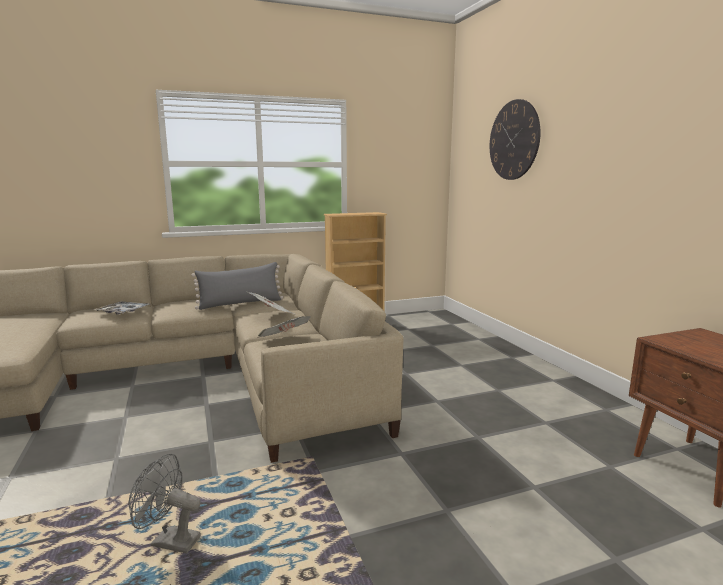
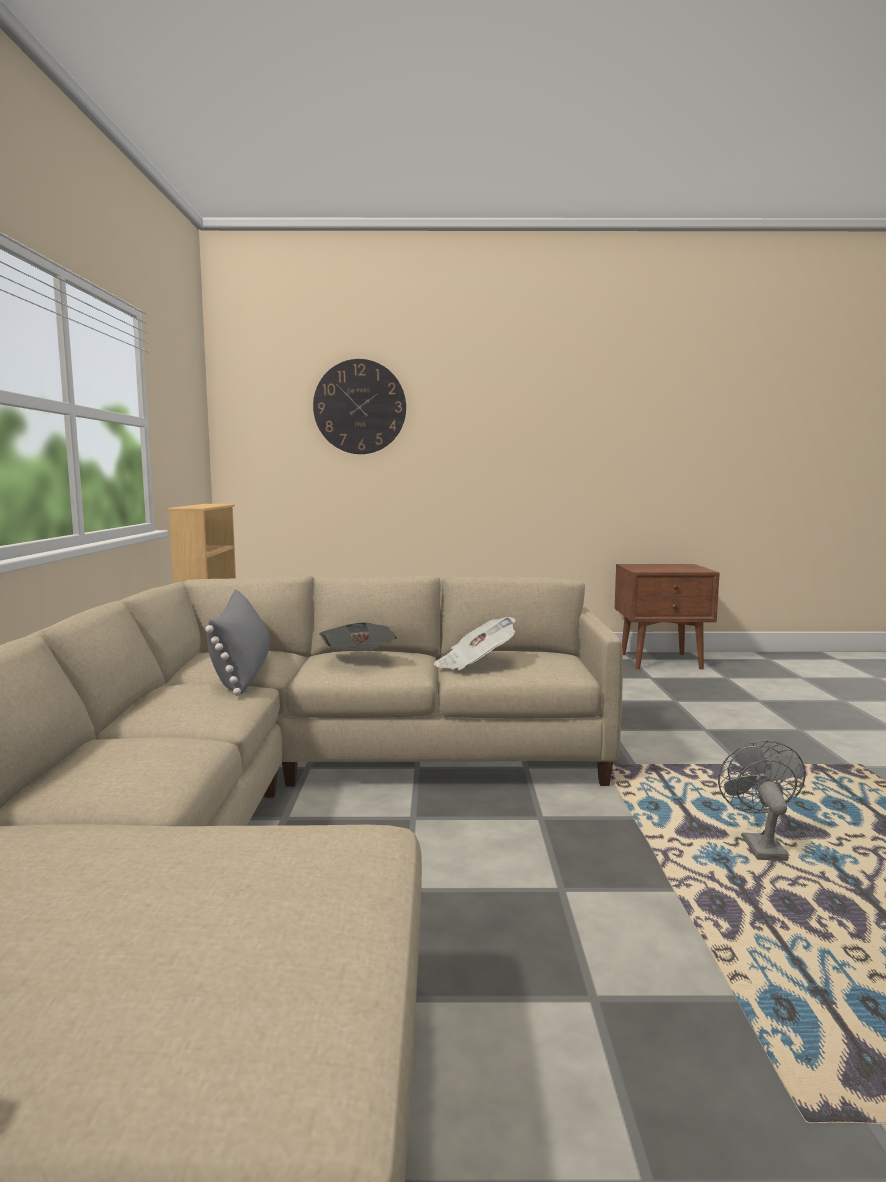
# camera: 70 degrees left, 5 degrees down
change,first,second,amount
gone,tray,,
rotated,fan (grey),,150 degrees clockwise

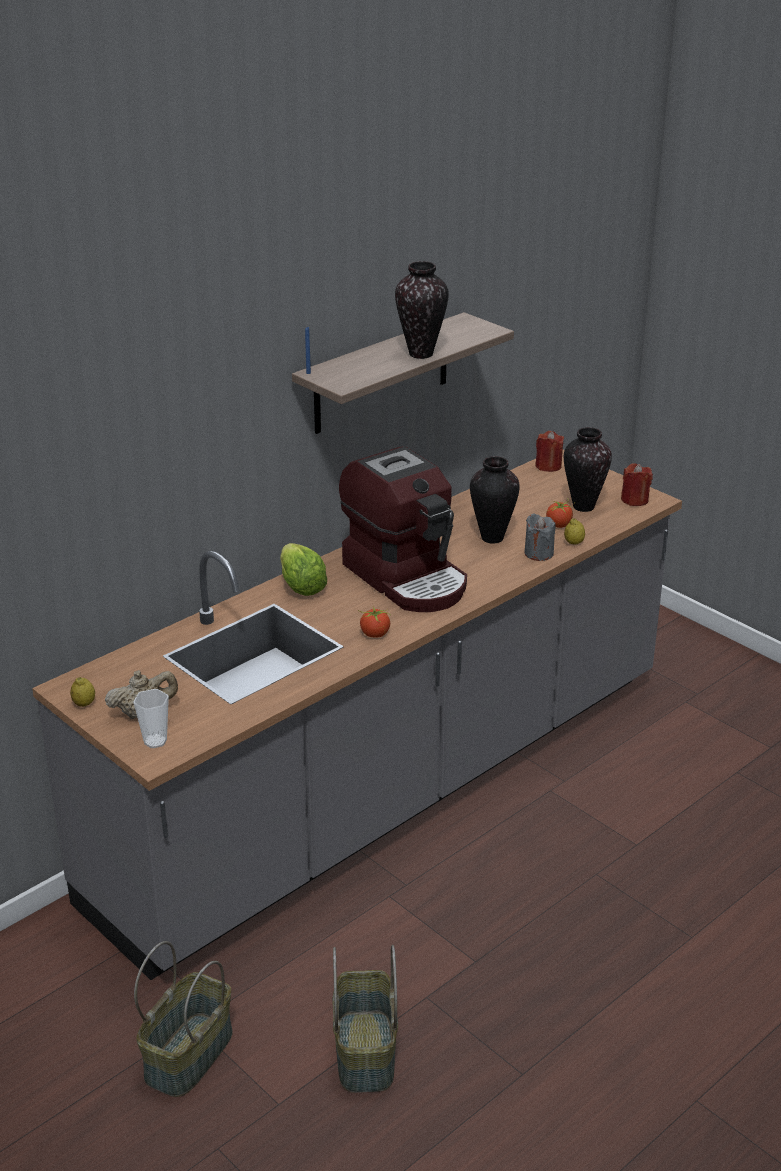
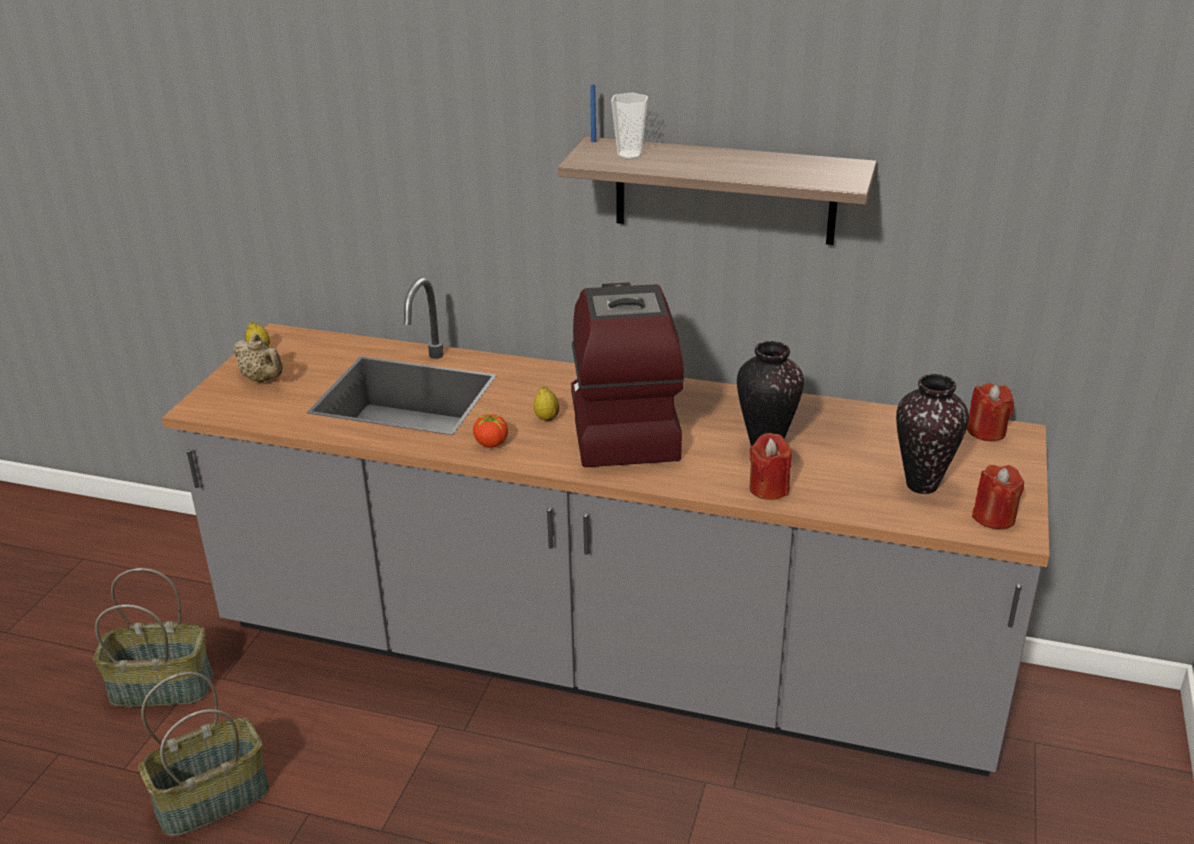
# camera: 60 degrees right, 0 degrees up
change,first,second,amount
shifted,cup,,
gone,lettuce,,
rotated,coffee machine,,150 degrees clockwise
gone,vase (no. 1 from left),,
repainted,candle (grey),candle (red) (no. 1 from left),
gone,tomato (no. 2 from left),,
shifted,lemon (no. 2 from left),,

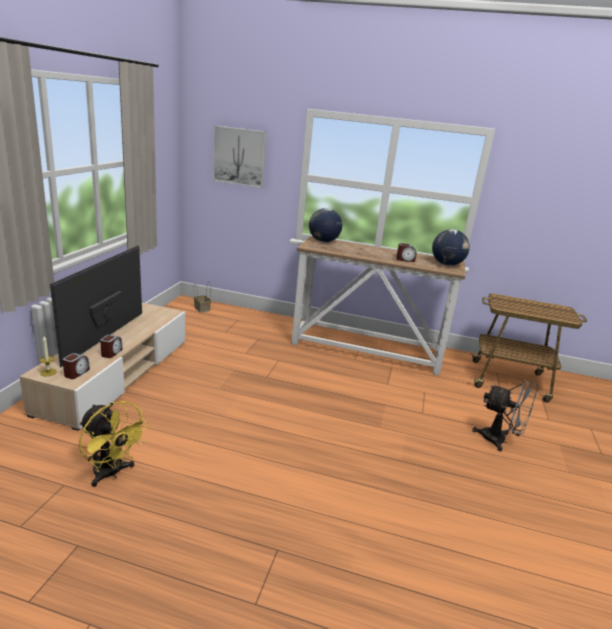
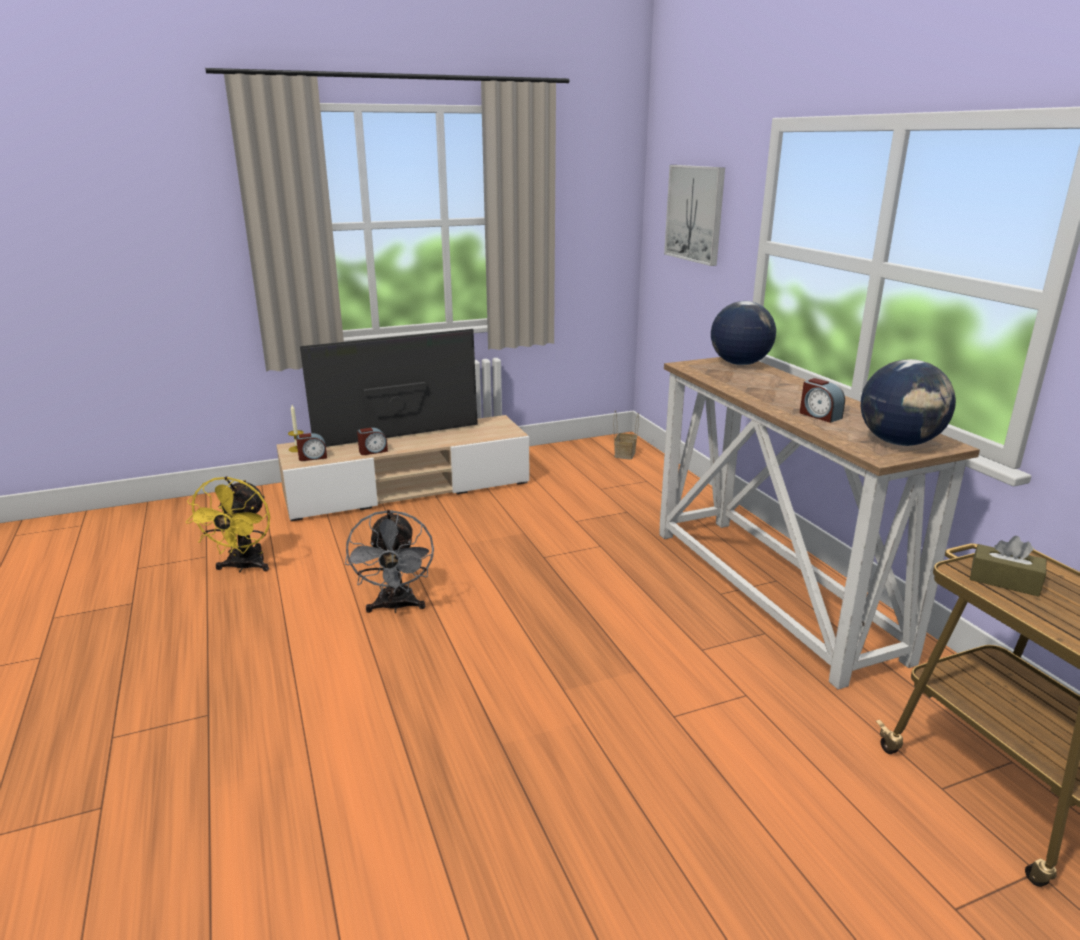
# camera: 55 degrees right, 0 degrees up
change,first,second,amount
shifted,fan (grey),,
new,,tissue box (brown),

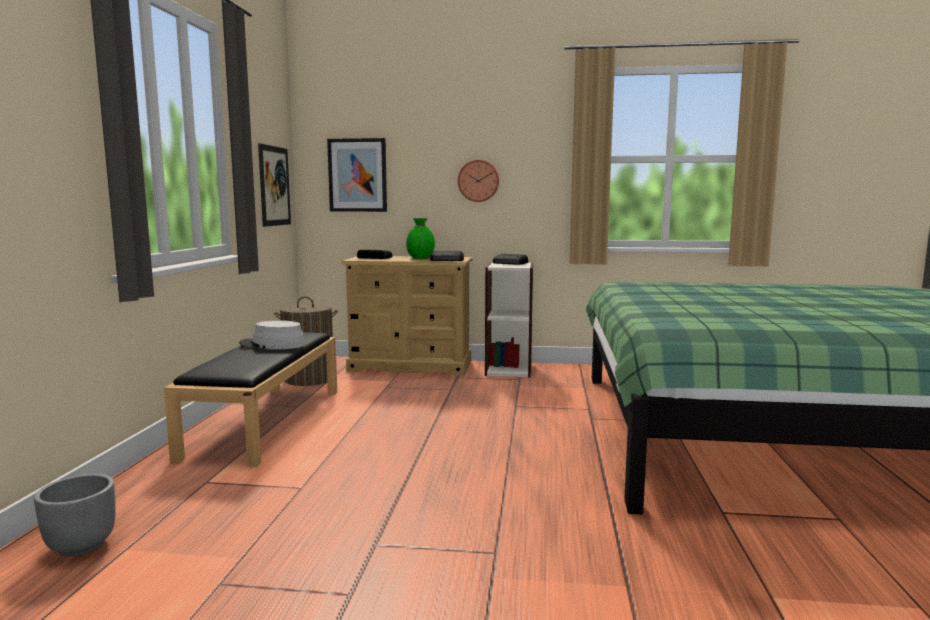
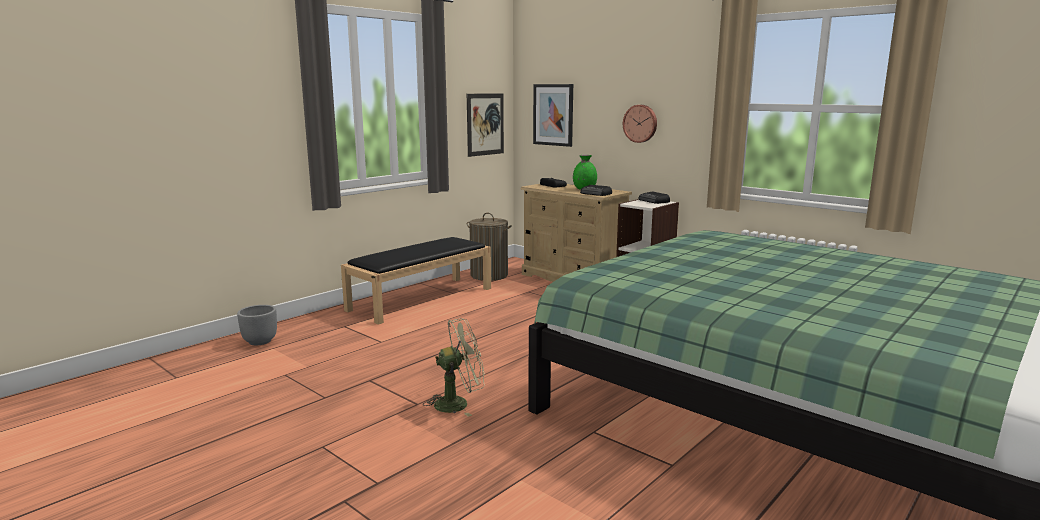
# camera: 35 degrees right, 5 degrees up
change,first,second,amount
gone,hat (grey),,
new,,fan (green),

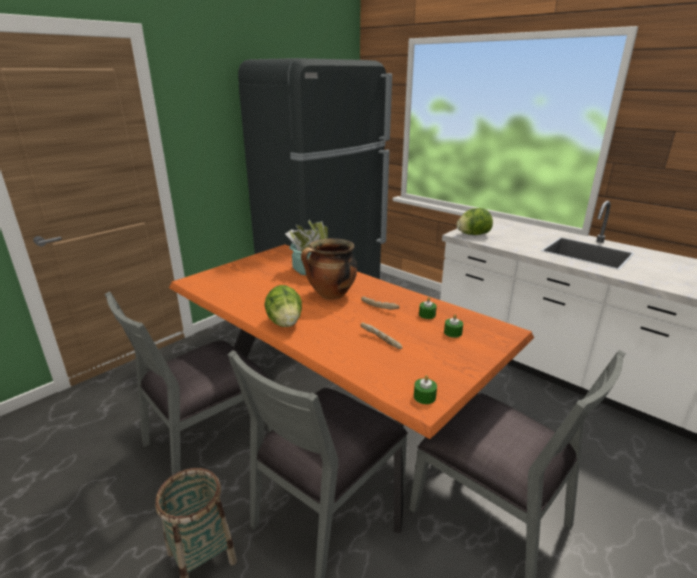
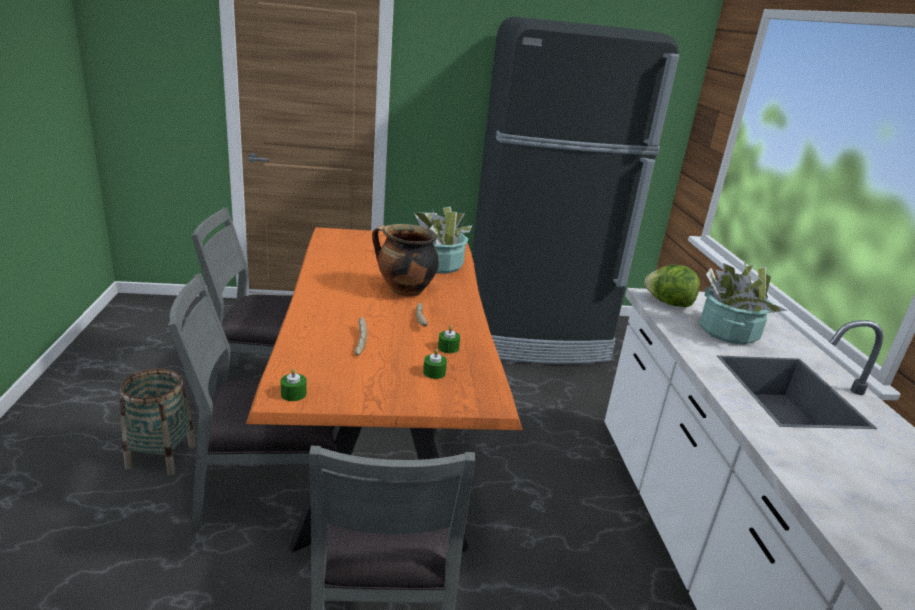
# camera: 40 degrees right, 0 degrees up
change,first,second,amount
gone,lettuce (no. 1 from left),,
new,,potted plant (no. 2 from left),

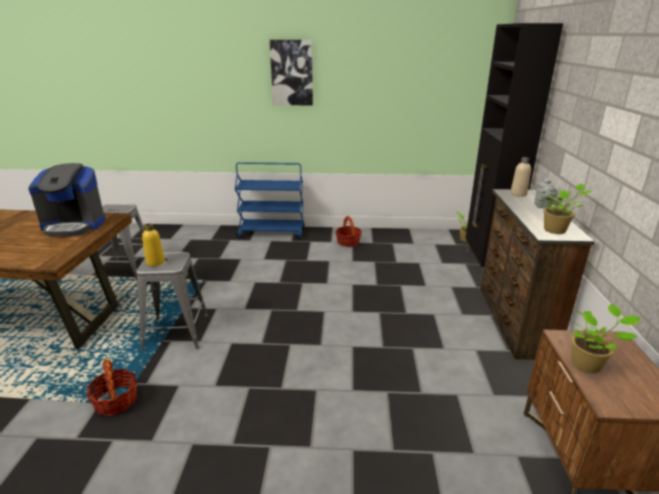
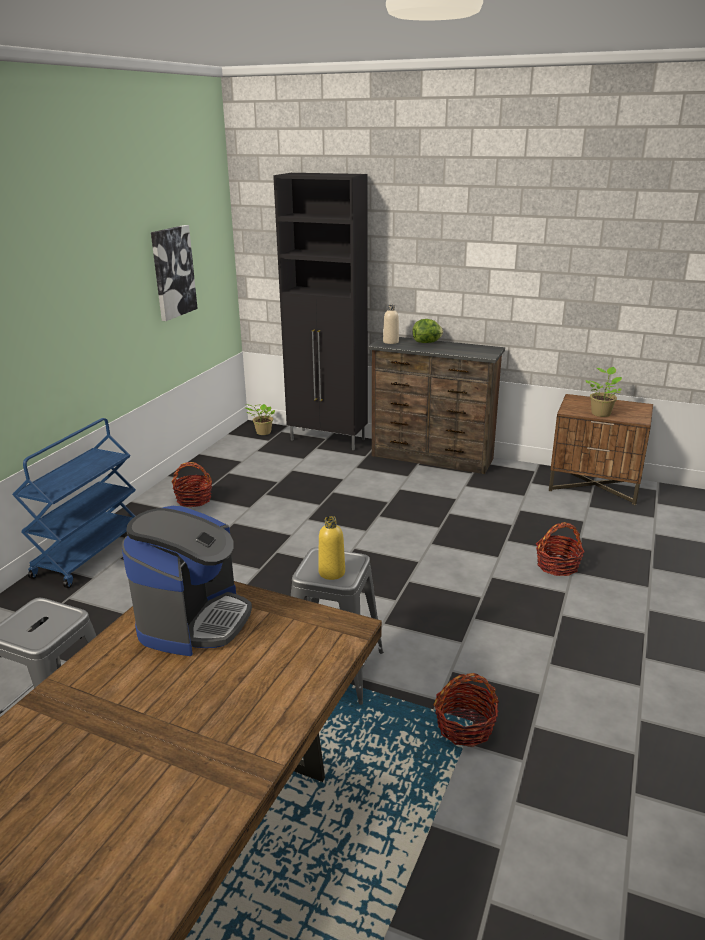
# camera: 70 degrees left, 0 degrees up
change,first,second,amount
shifted,picture,,
swapped,teapot (grey),lettuce,
gone,potted plant (no. 2 from left),,
new,,basket (no. 3 from left),

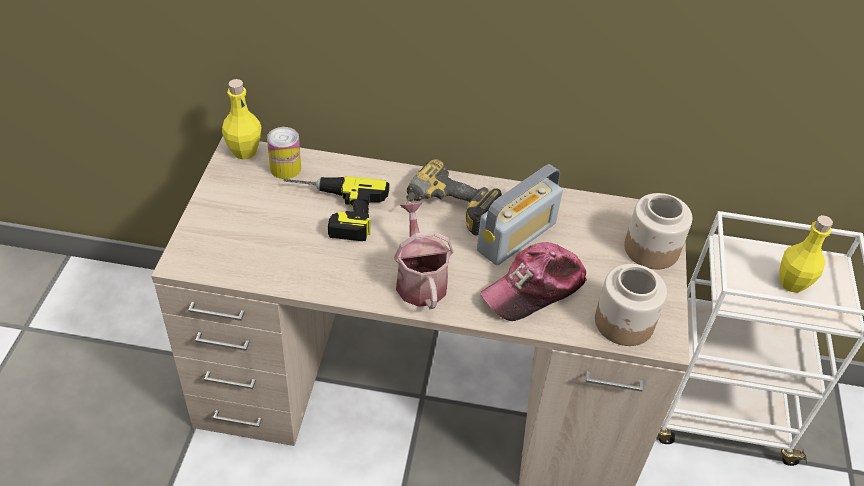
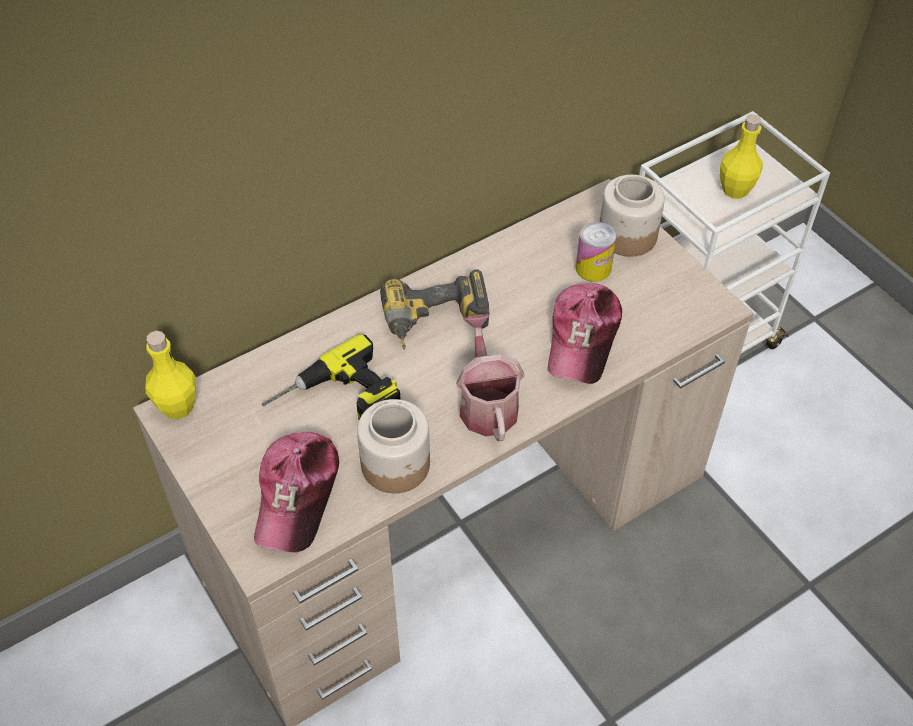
# camera: 40 degrees left, 5 degrees up
change,first,second,amount
shifted,can,,
rotated,watering can,,45 degrees clockwise
gone,radio,,
shifted,jar (no. 1 from left),,
new,,cap (no. 1 from left),

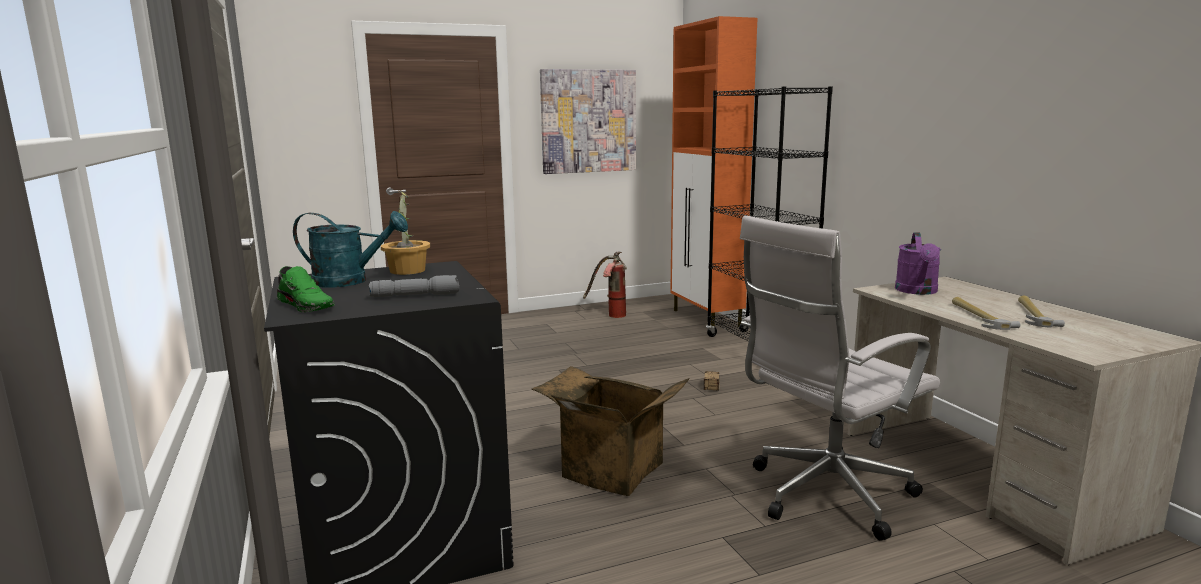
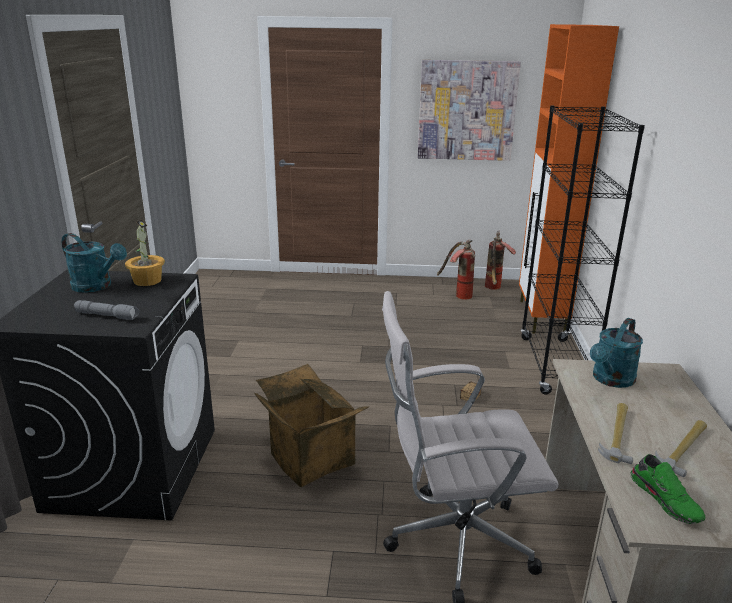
# camera: 25 degrees right, 10 degrees up
change,first,second,amount
shifted,shoe (green),,
repainted,watering can (purple),watering can (turquoise) (no. 2 from left),
new,,fire extinguisher (no. 2 from left),

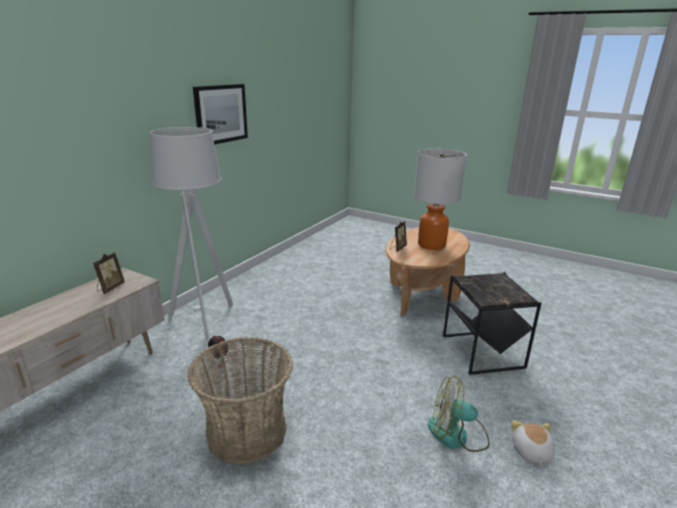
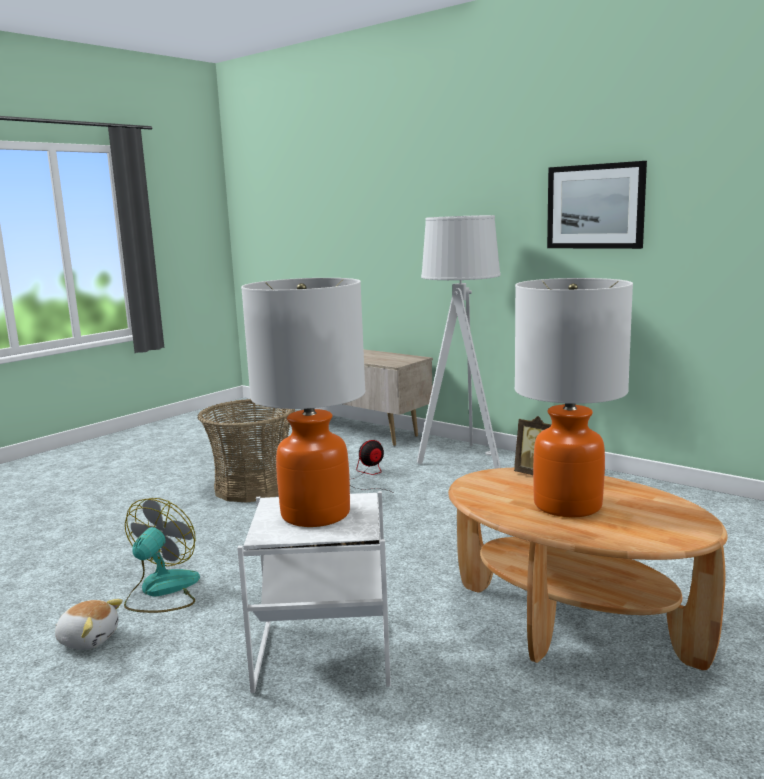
# camera: 100 degrees right, 10 degrees down
change,first,second,amount
gone,picture frame (no. 1 from left),,
repainted,side table (black),side table (white),
new,,table lamp (no. 1 from left),

